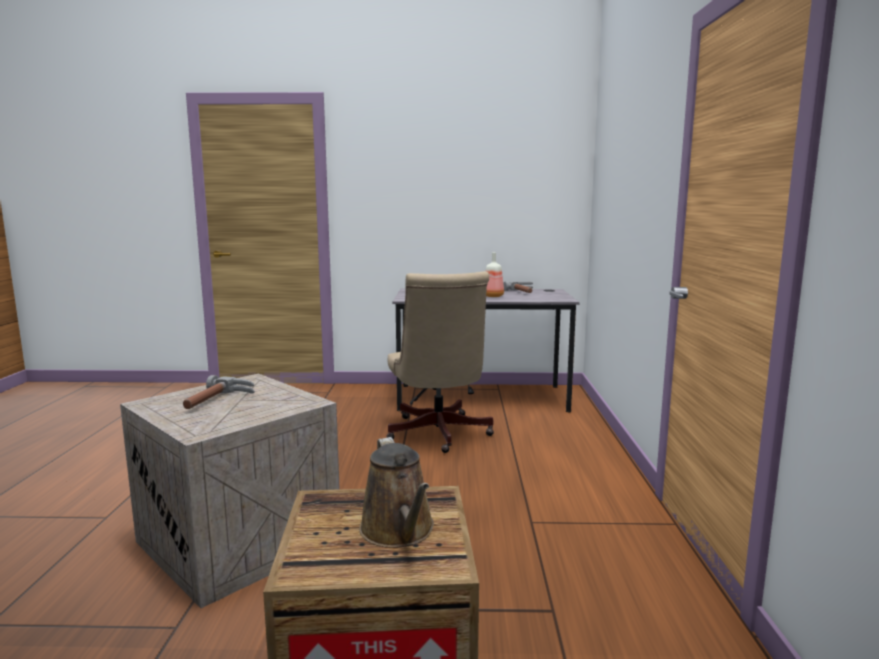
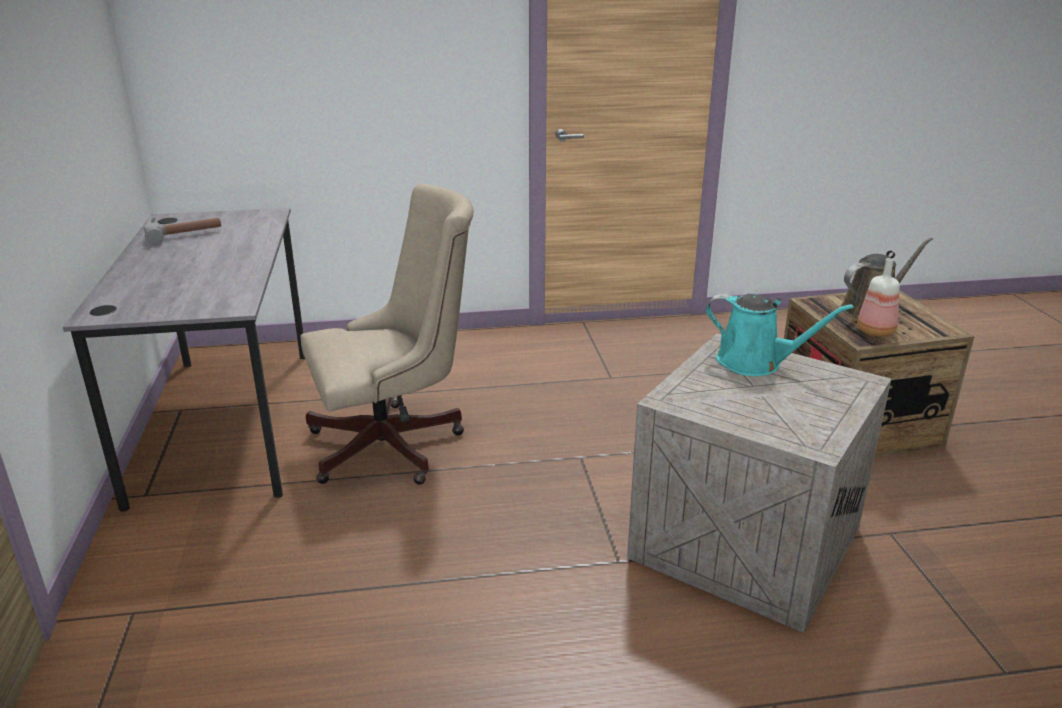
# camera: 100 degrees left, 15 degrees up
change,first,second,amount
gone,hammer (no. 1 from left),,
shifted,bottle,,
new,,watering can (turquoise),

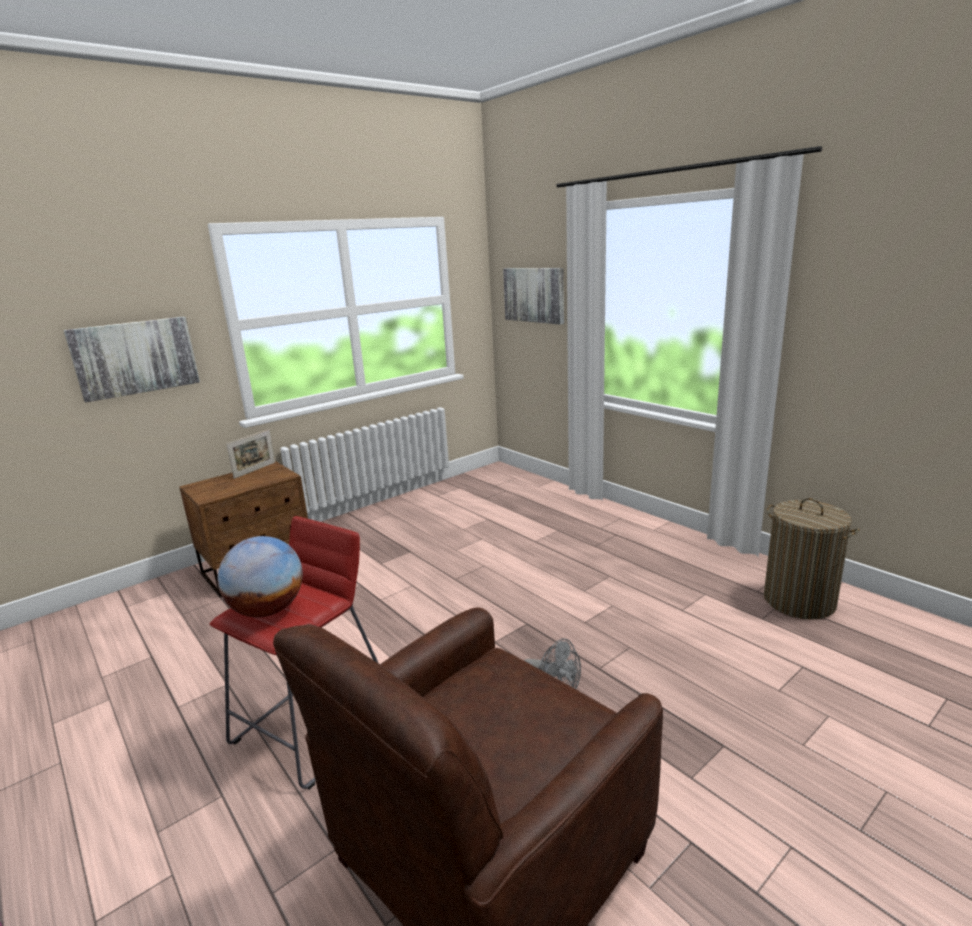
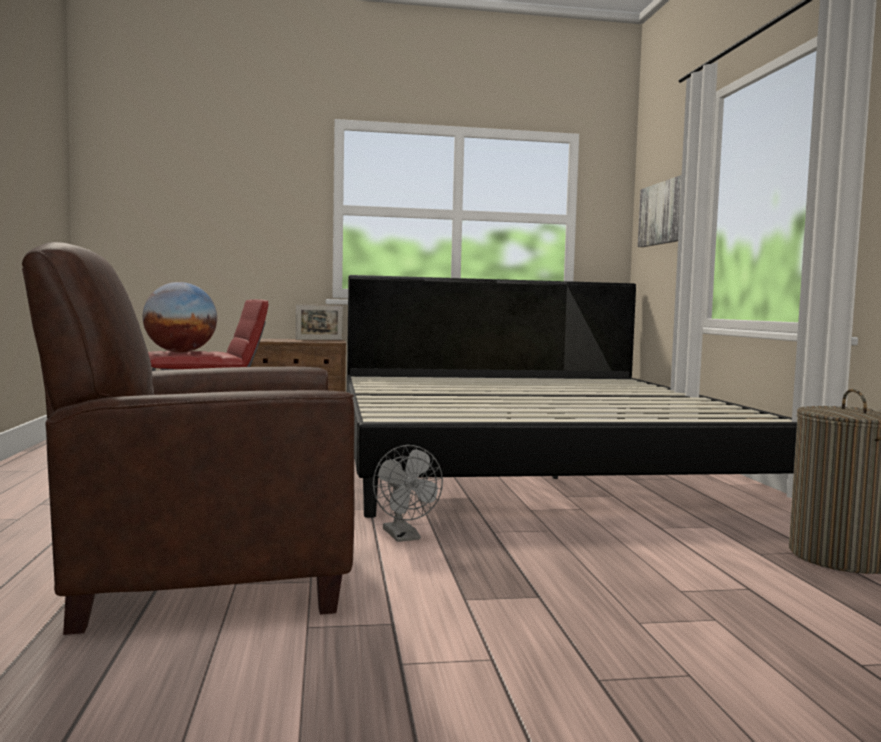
# camera: 30 degrees right, 15 degrees down
change,first,second,amount
gone,picture (no. 1 from left),,
new,,bed,

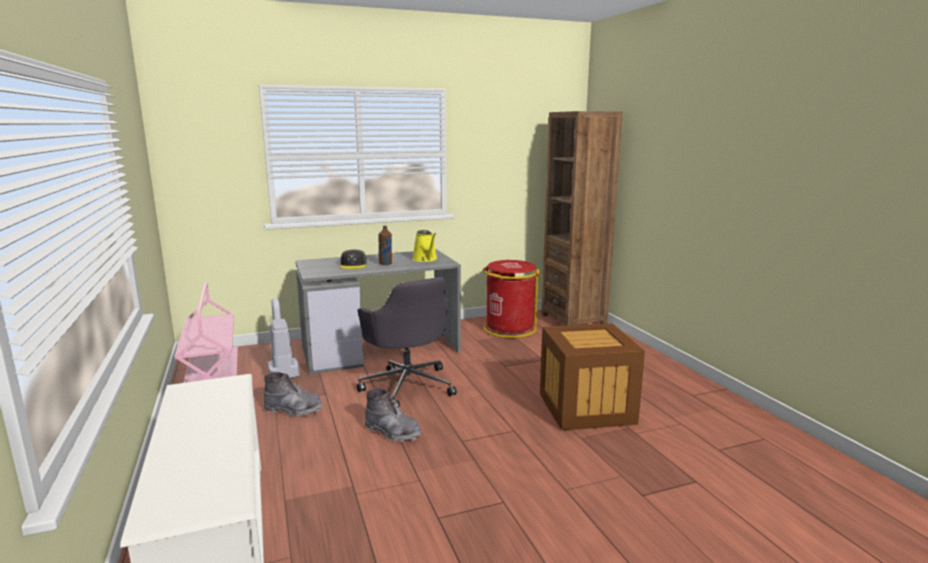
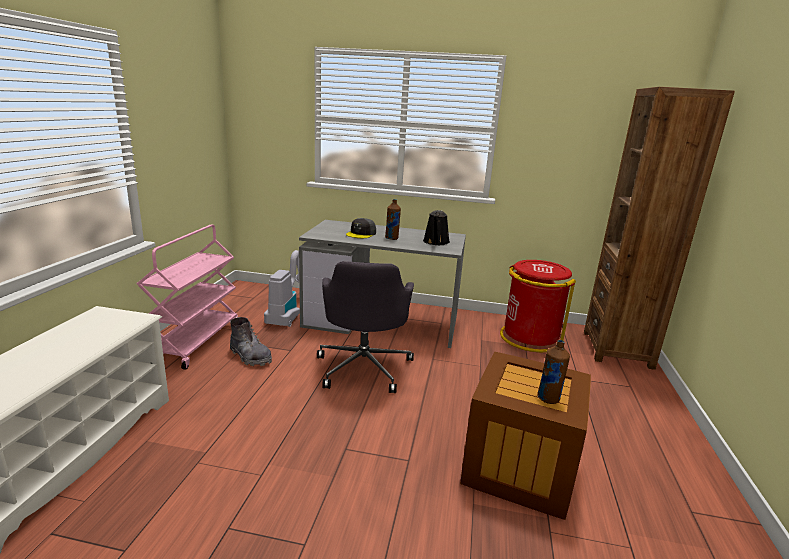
# camera: 30 degrees right, 5 degrees up
change,first,second,amount
gone,boot (grey) (no. 2 from left),,
repainted,watering can (yellow),watering can (black),
new,,bottle (brown) (no. 2 from left),

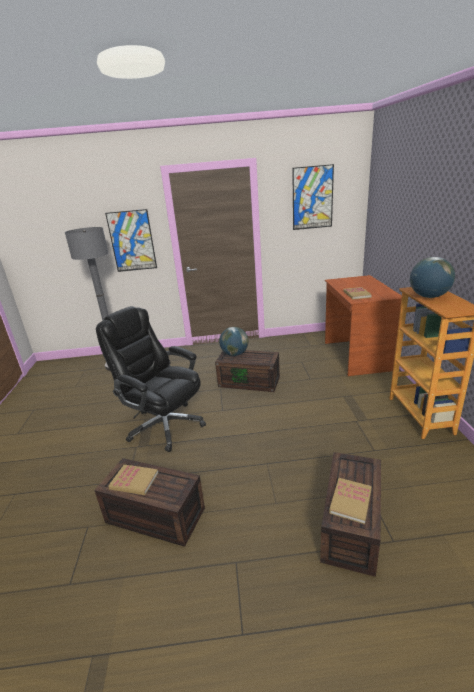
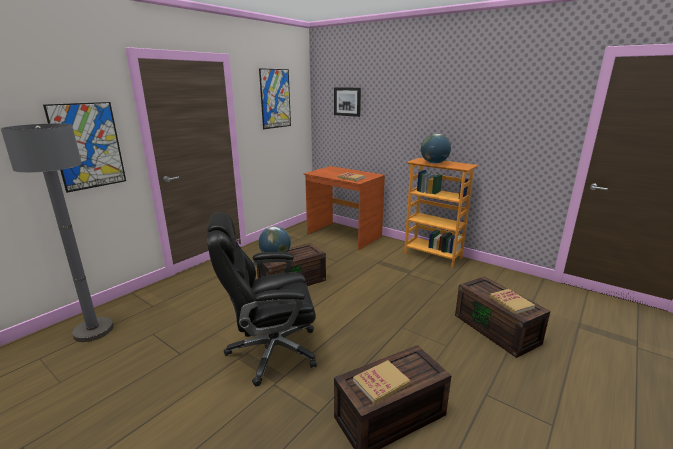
# camera: 50 degrees left, 5 degrees down
change,first,second,amount
new,,picture (no. 3 from left),

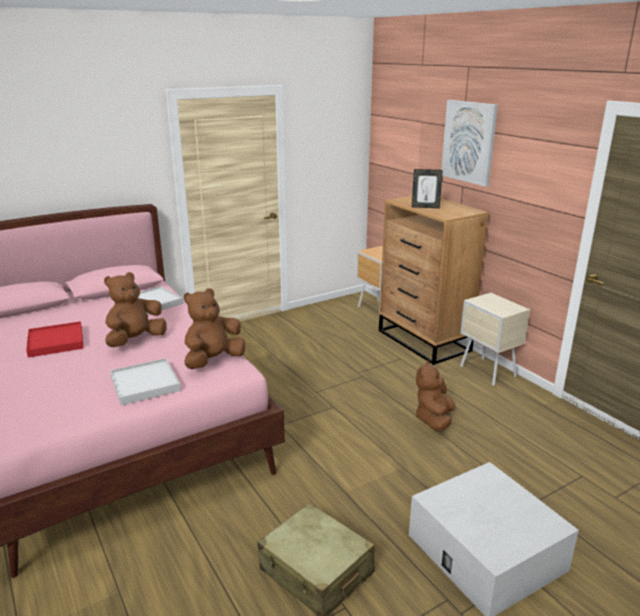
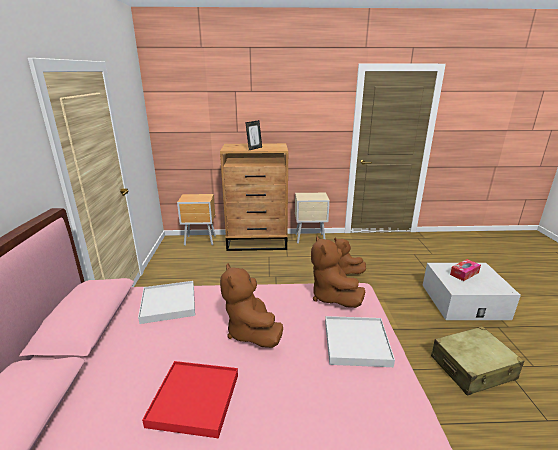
# camera: 60 degrees left, 0 degrees up
change,first,second,amount
gone,picture,,
new,,tissue box,

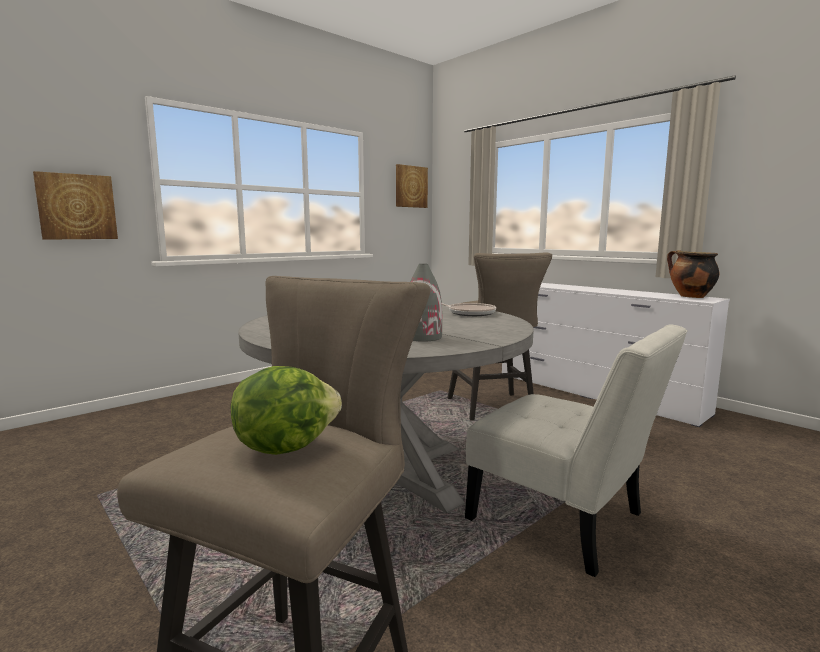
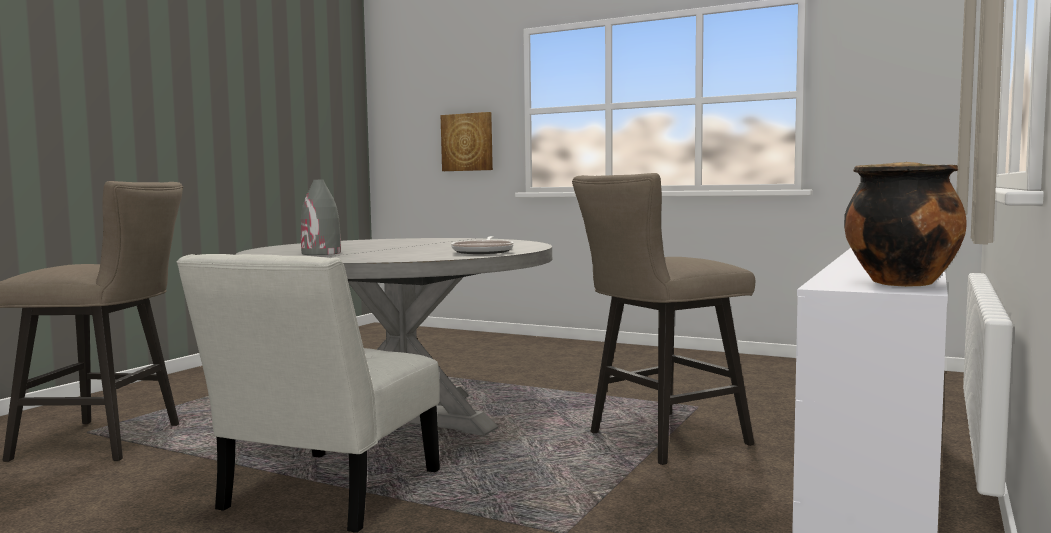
# camera: 70 degrees right, 5 degrees down
change,first,second,amount
gone,lettuce,,
gone,picture (no. 2 from left),,

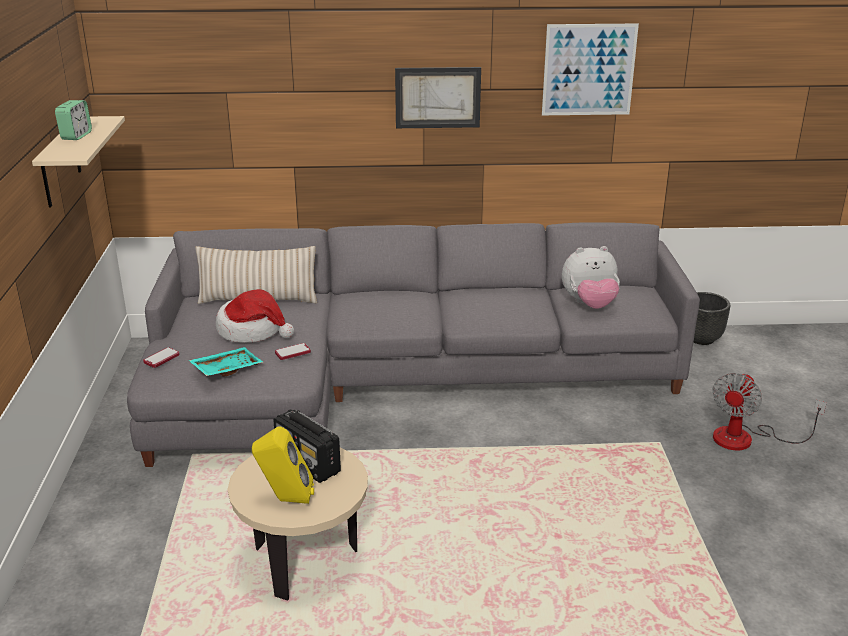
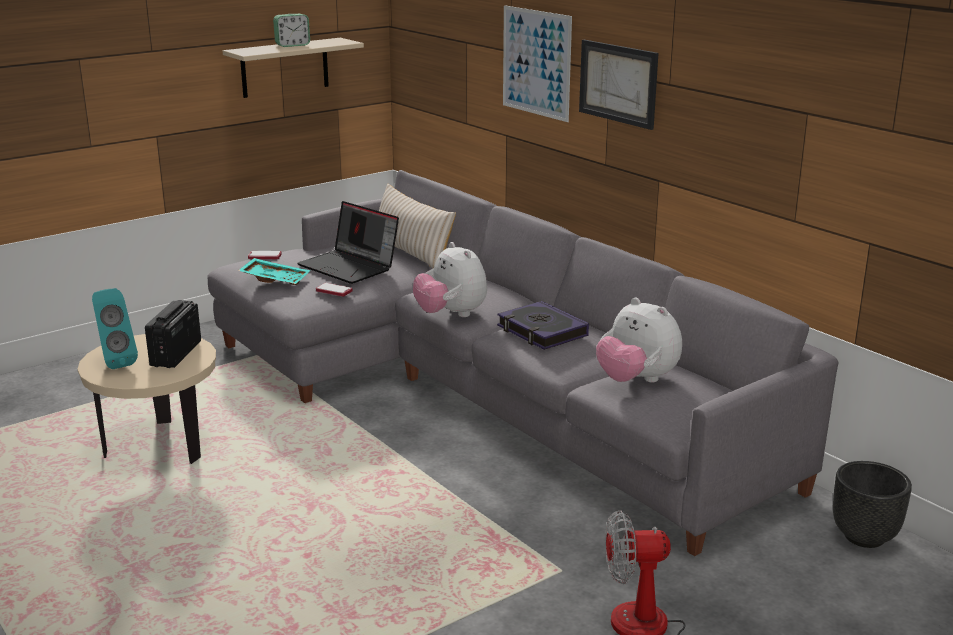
# camera: 55 degrees right, 5 degrees down
change,first,second,amount
swapped,hat,laptop,
repainted,speaker (yellow),speaker (turquoise),
shifted,picture (no. 2 from left in the first image),picture (no. 1 from left),
new,,plush toy (no. 1 from left),
new,,book,

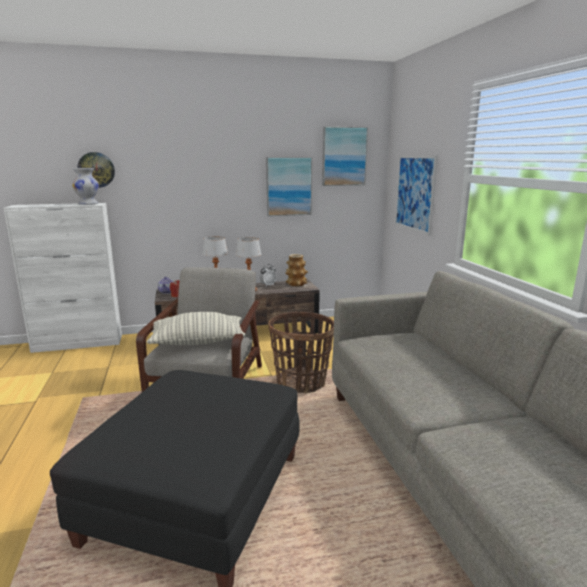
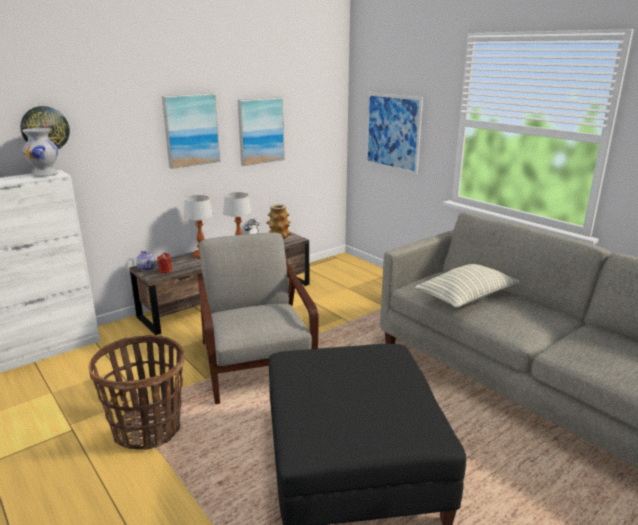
# camera: 25 degrees left, 5 degrees up
change,first,second,amount
shifted,pillow,,
shifted,basket,,
shifted,picture (no. 2 from left in the first image),picture (no. 1 from left),

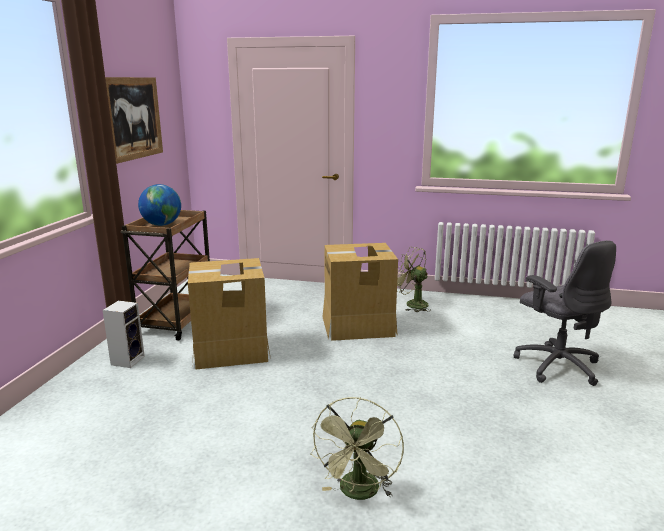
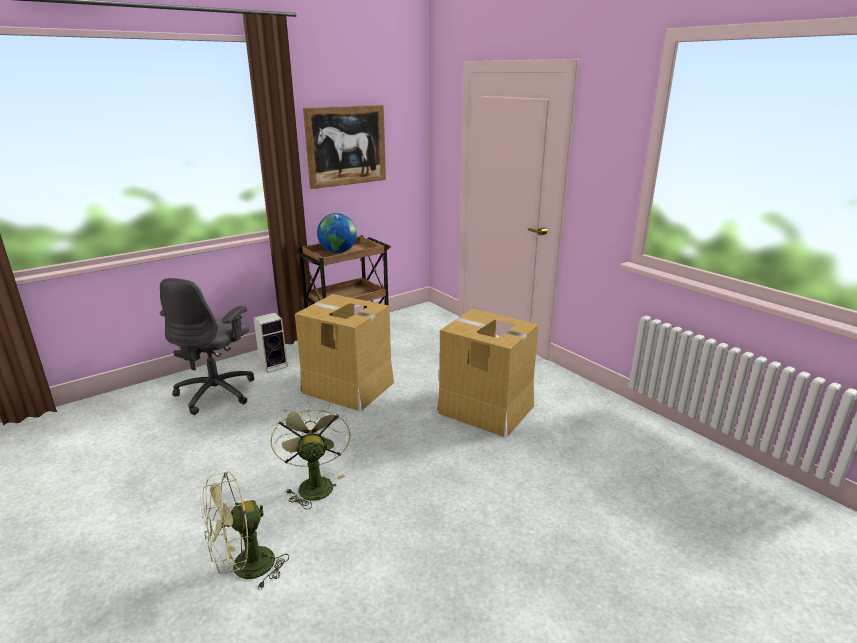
# camera: 40 degrees right, 5 degrees up
change,first,second,amount
shifted,fan (green) (no. 2 from left),,
shifted,office chair (grey),,

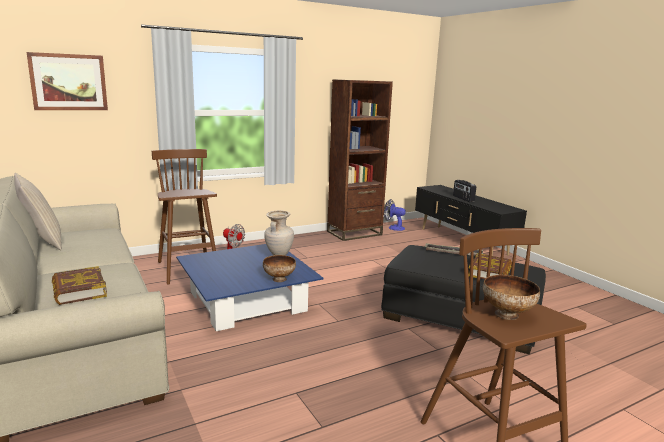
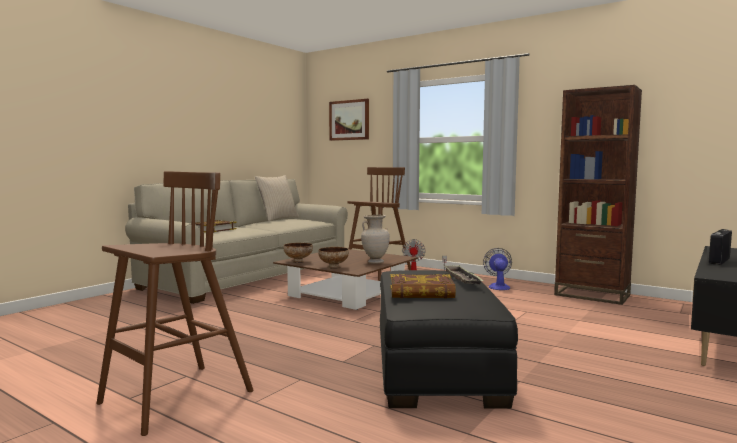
# camera: 65 degrees right, 10 degrees down
change,first,second,amount
repainted,coffee table (blue),coffee table (brown),
shifted,fan (no. 2 from left),,
shifted,bowl (no. 2 from left in the first image),bowl (no. 1 from left),

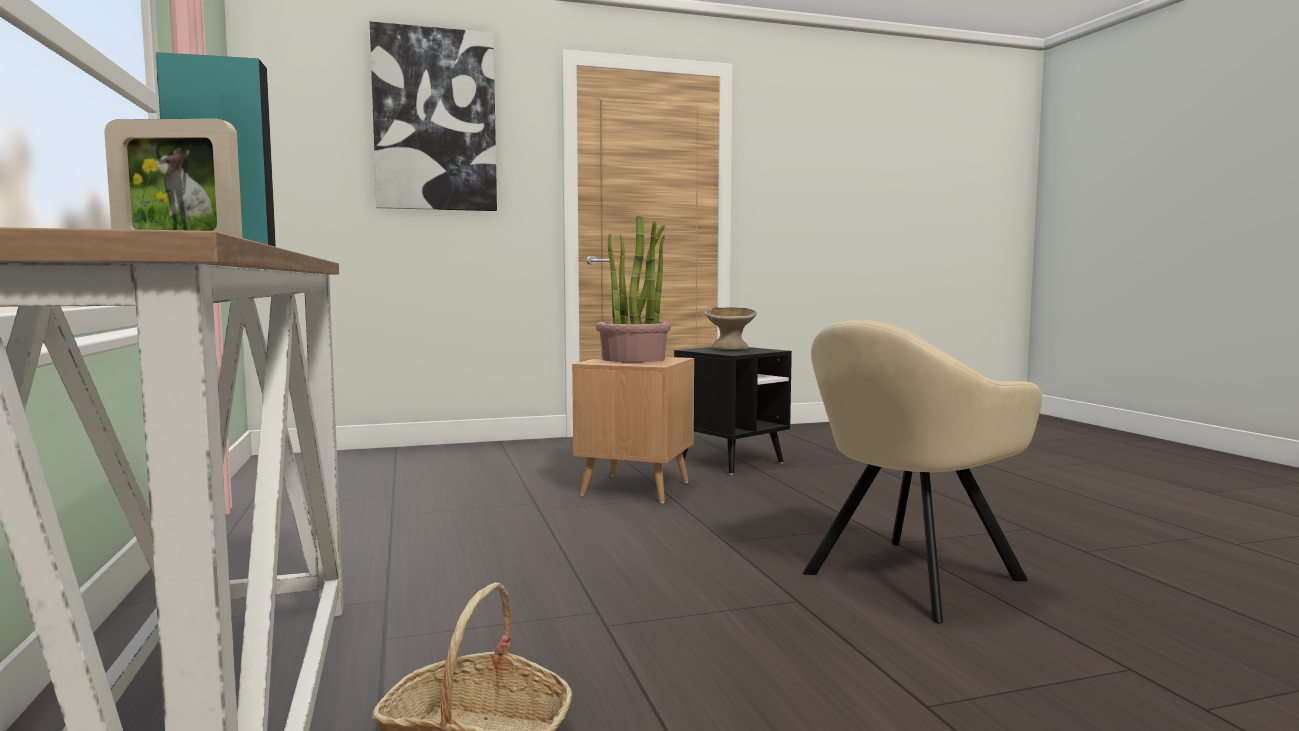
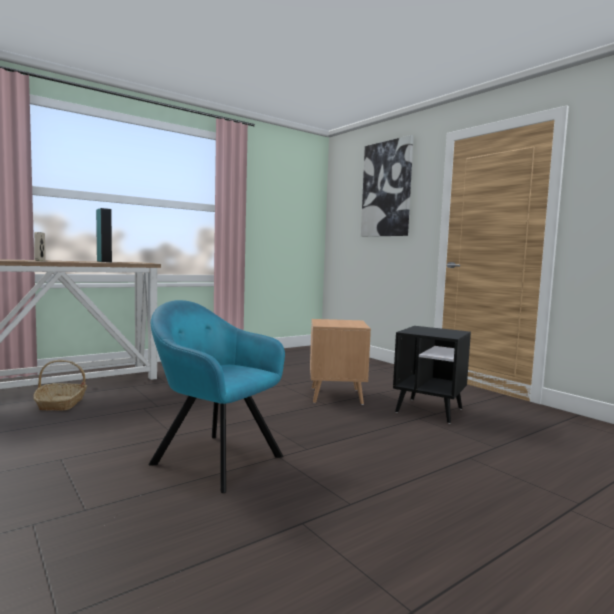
# camera: 70 degrees right, 0 degrees up
change,first,second,amount
gone,potted plant,,
gone,bowl (beige),,
repainted,armchair (beige),armchair (turquoise),

